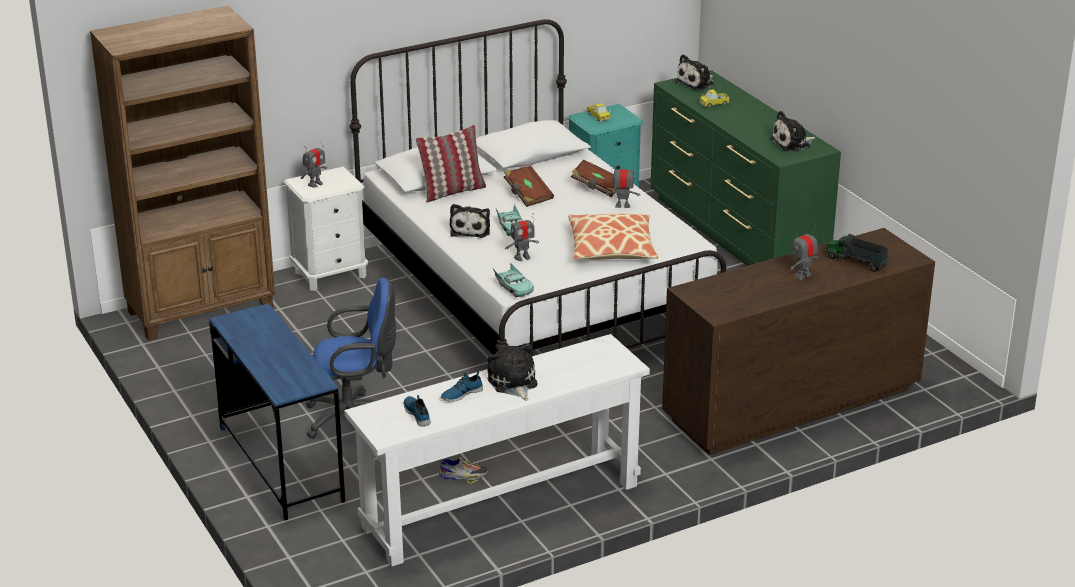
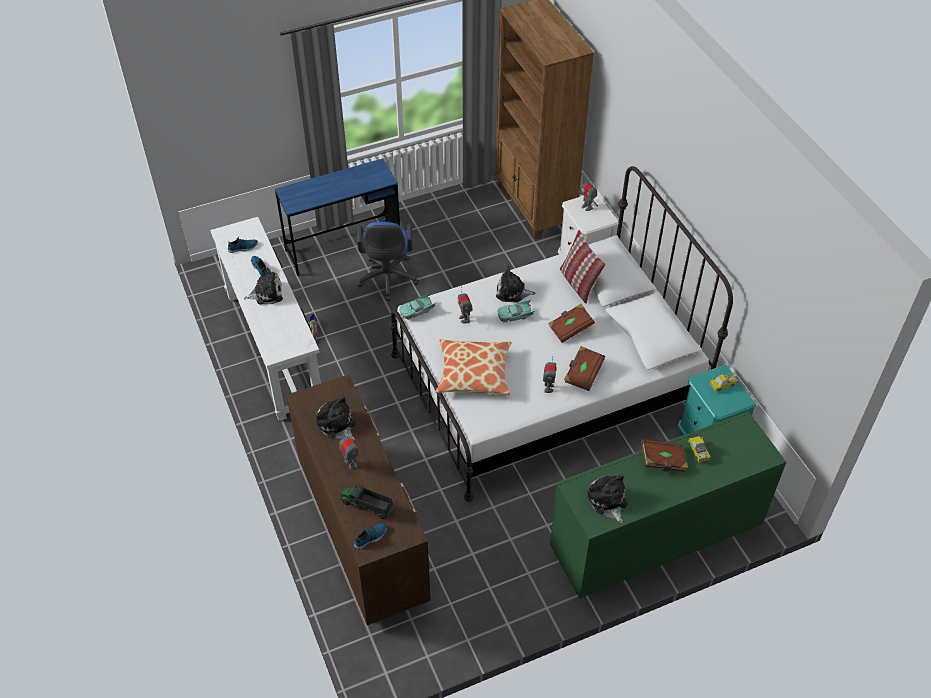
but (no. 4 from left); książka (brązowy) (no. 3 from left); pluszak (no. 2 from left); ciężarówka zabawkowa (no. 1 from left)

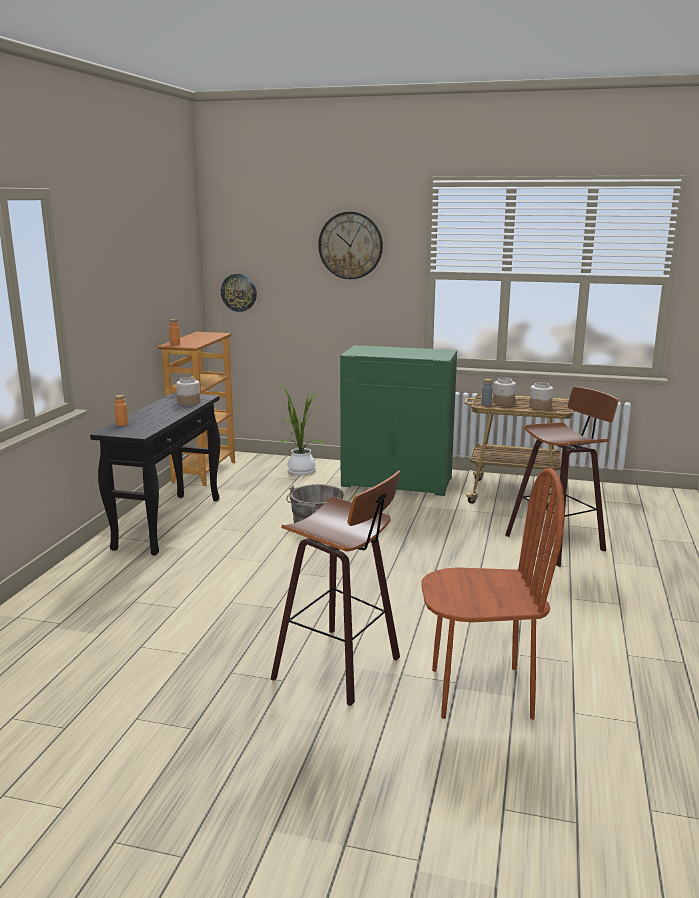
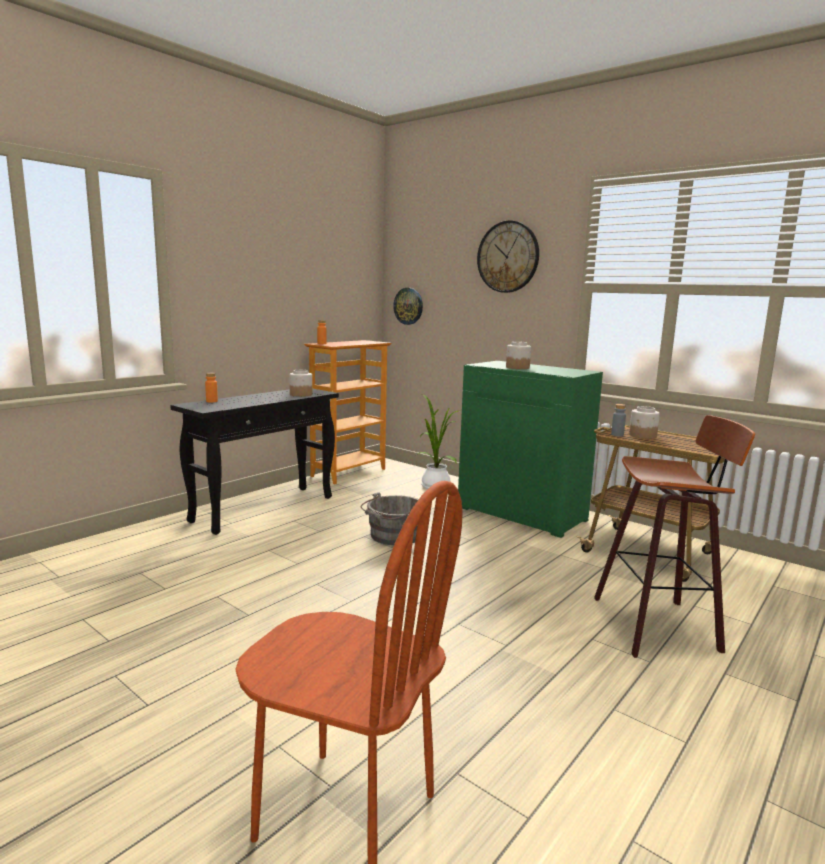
stołek (no. 1 from left in the first image); słoik (no. 2 from left)

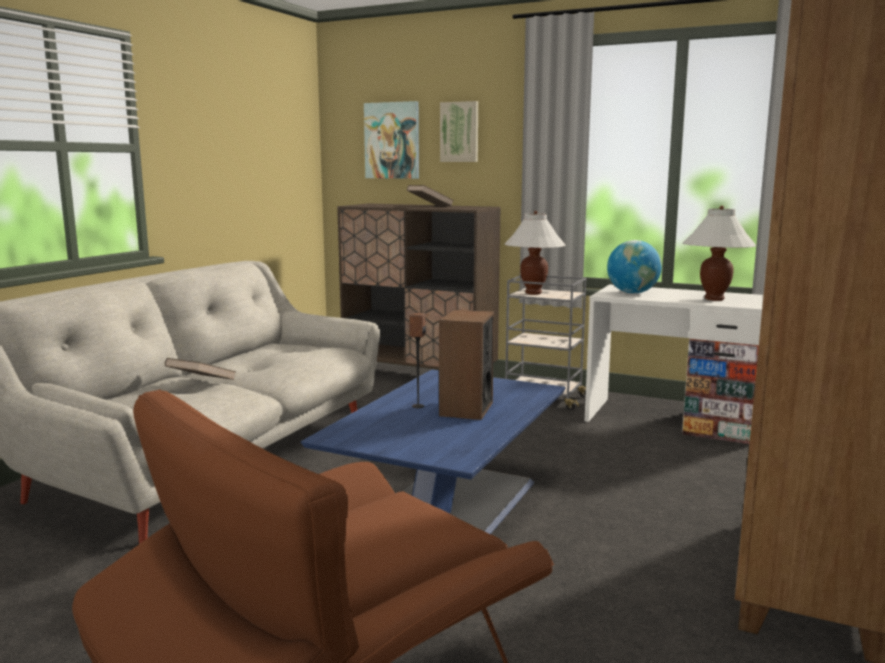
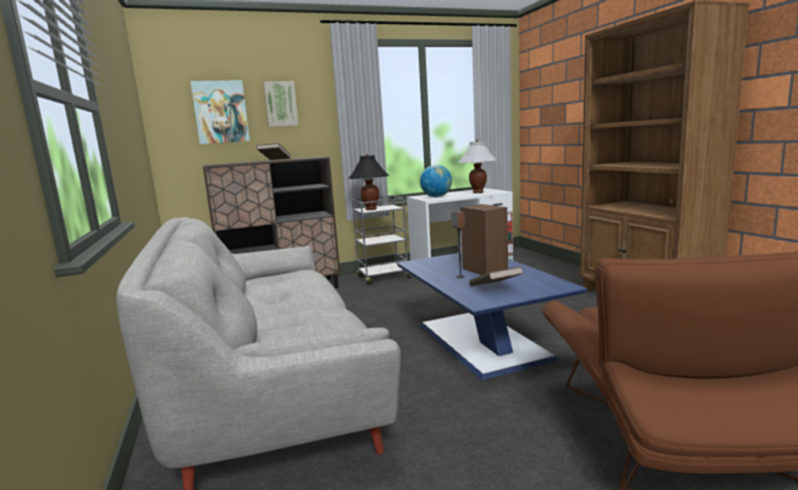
książka (brązowy) (no. 2 from left); lampa stołowa (czarny)

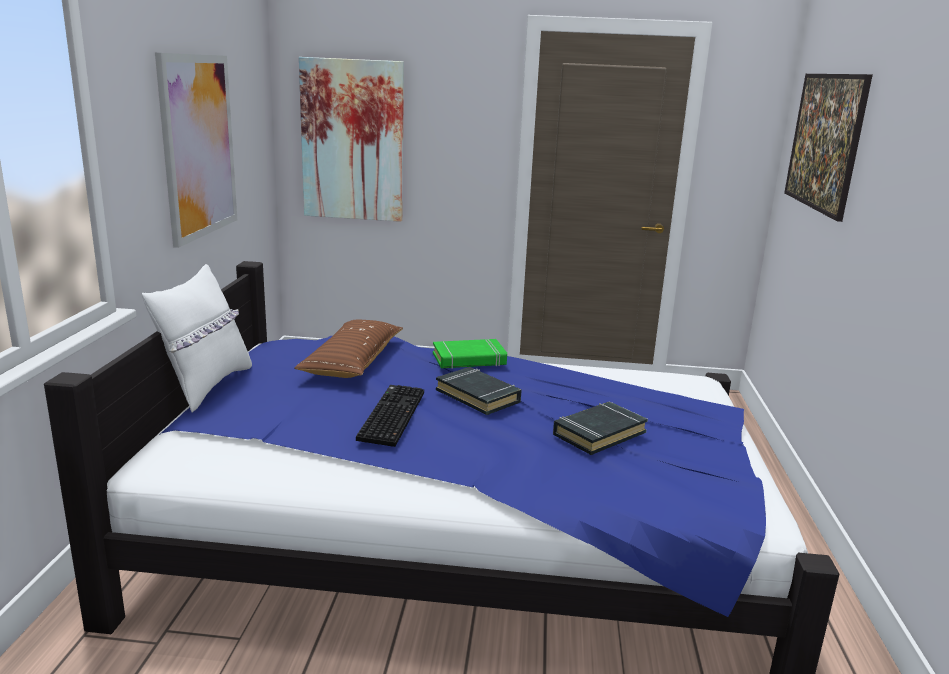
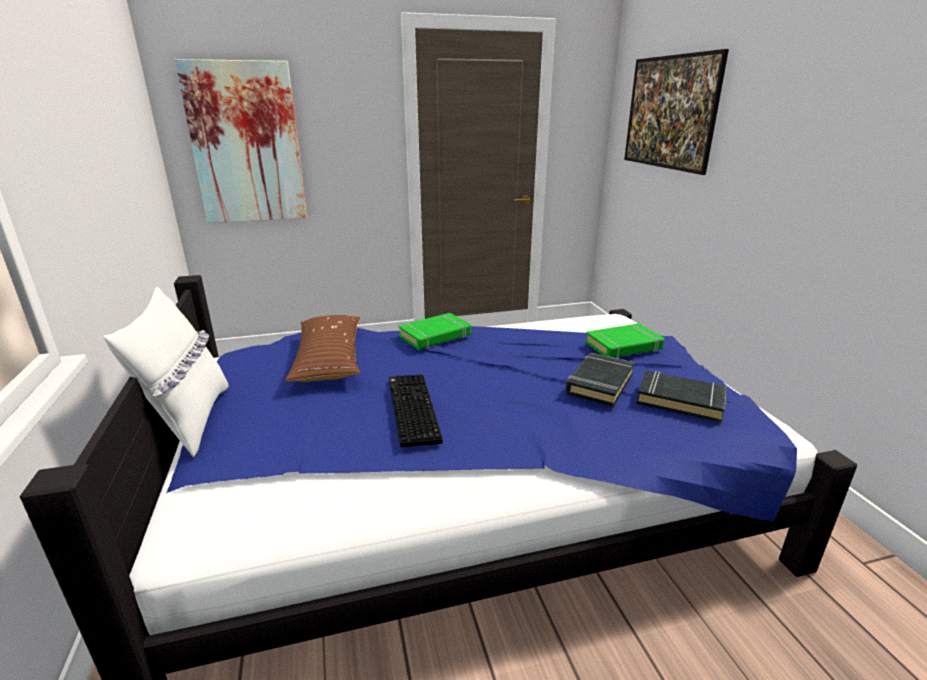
obraz (no. 1 from left in the first image); książka (zielony) (no. 2 from left); książka (czarny) (no. 2 from left)

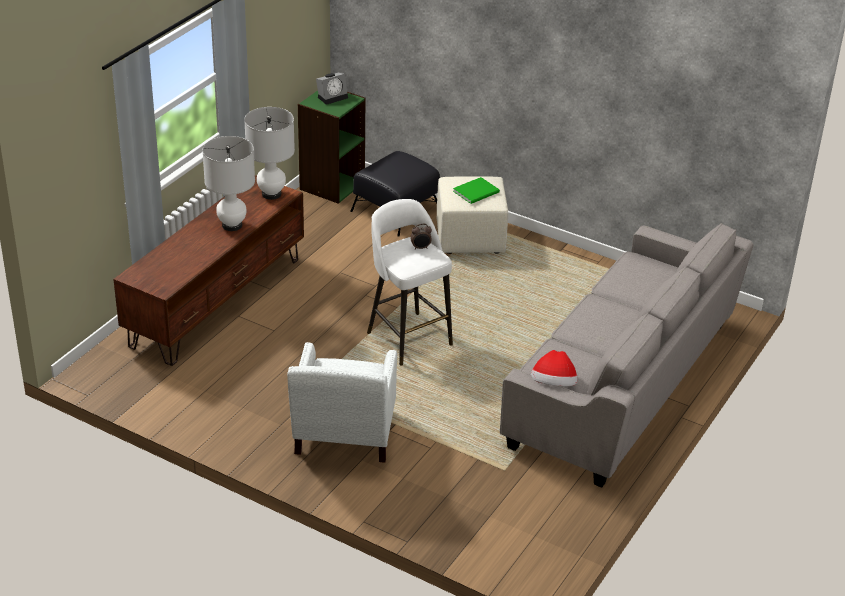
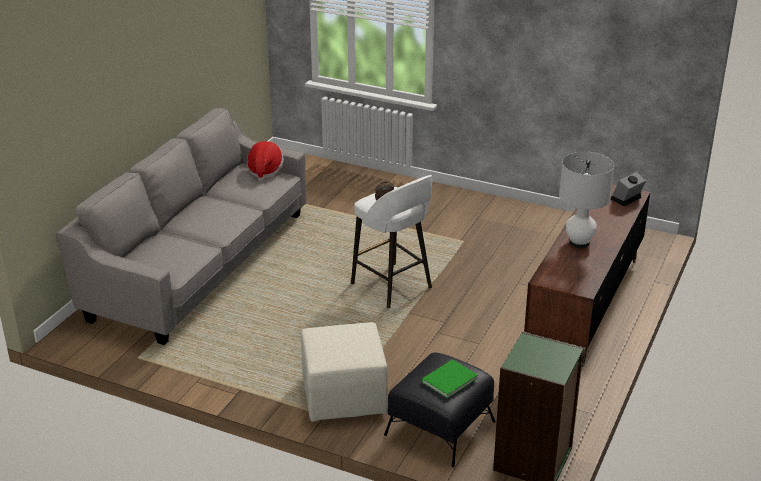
lampa stołowa (biały) (no. 2 from left in the first image); fotel (biały); budzik (no. 2 from left); książka (zielony)

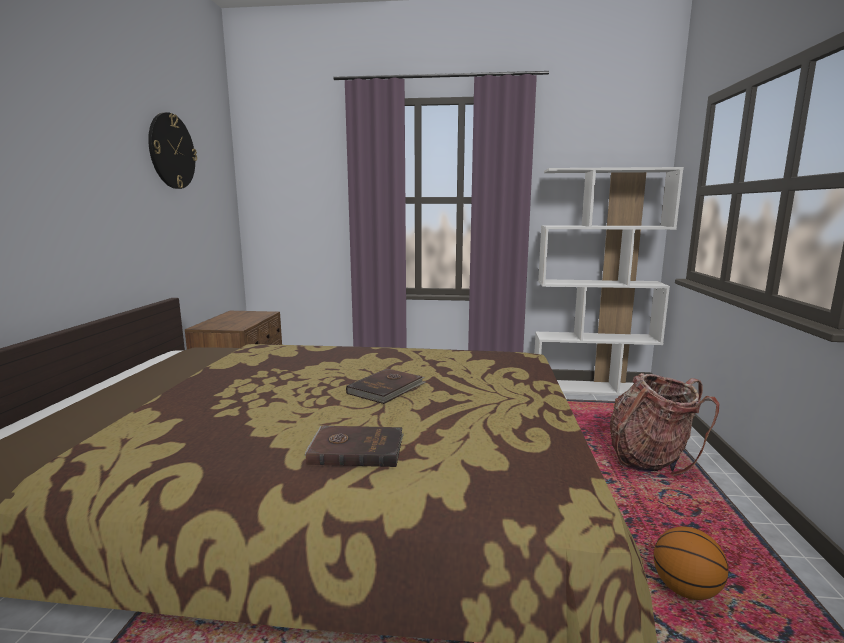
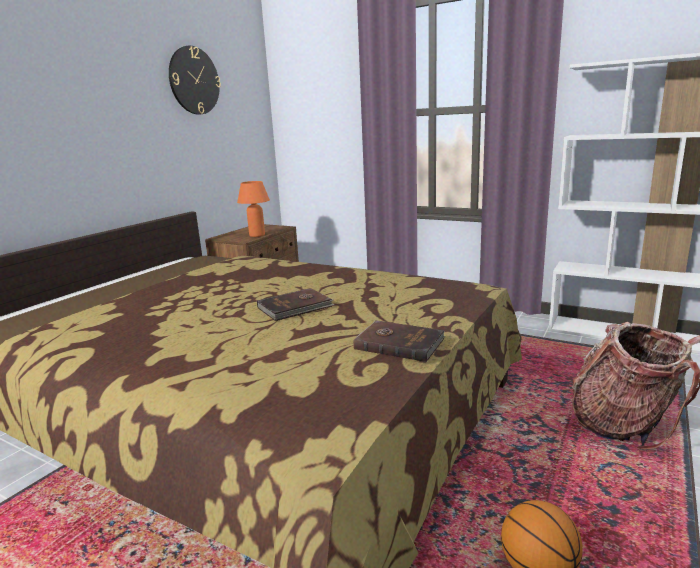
lampa stołowa (pomarańczowy); książka (brązowy) (no. 2 from left)

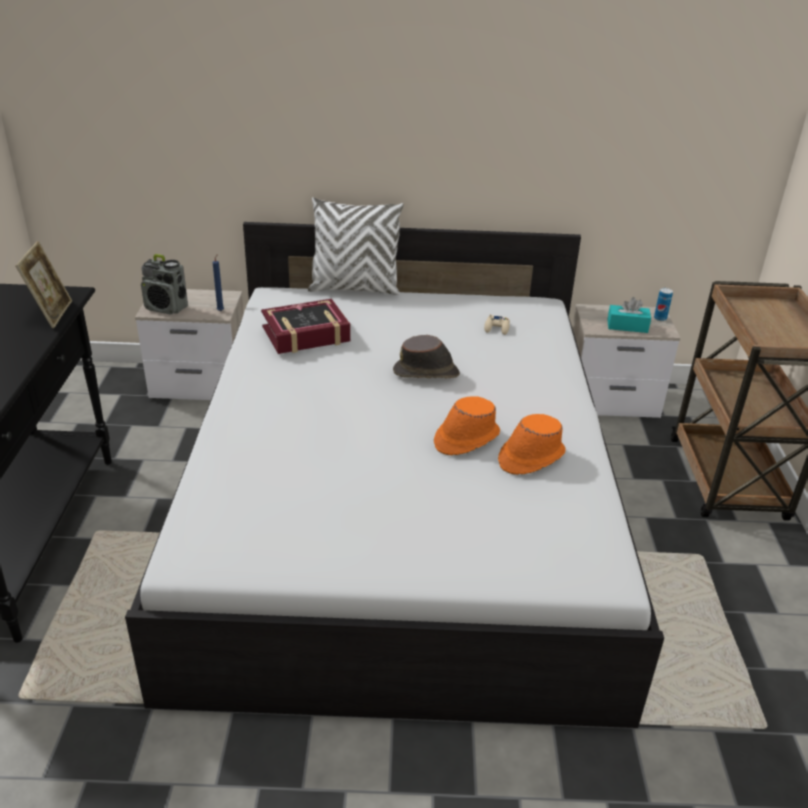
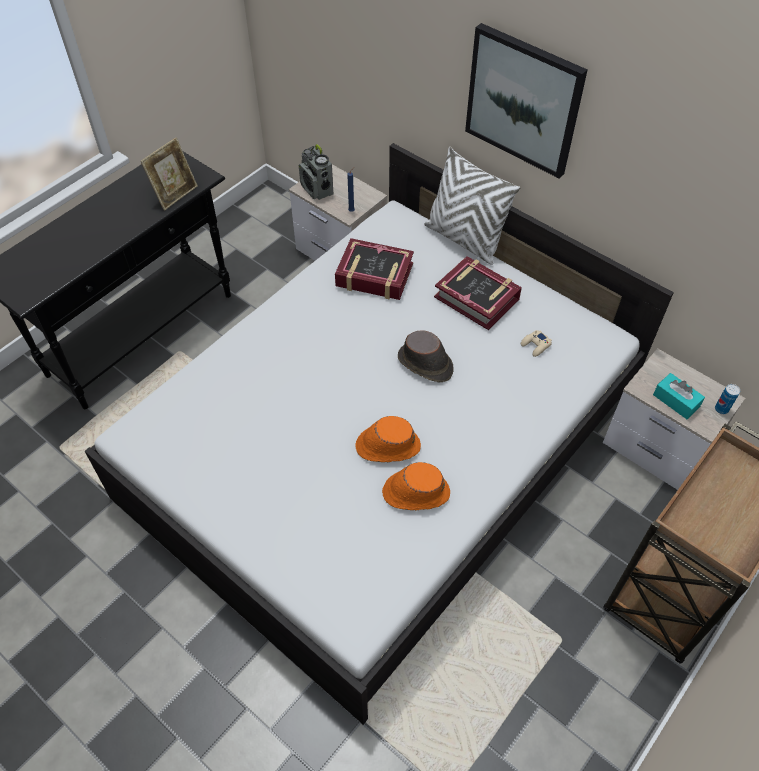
książka (no. 2 from left); obraz

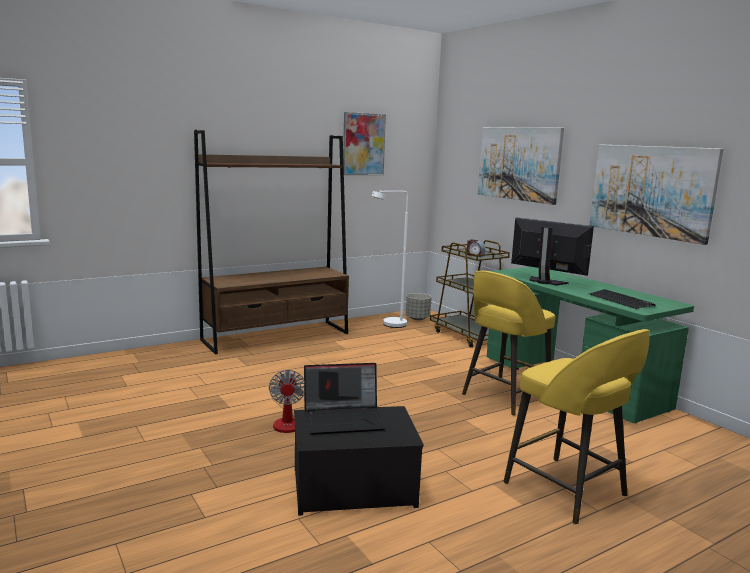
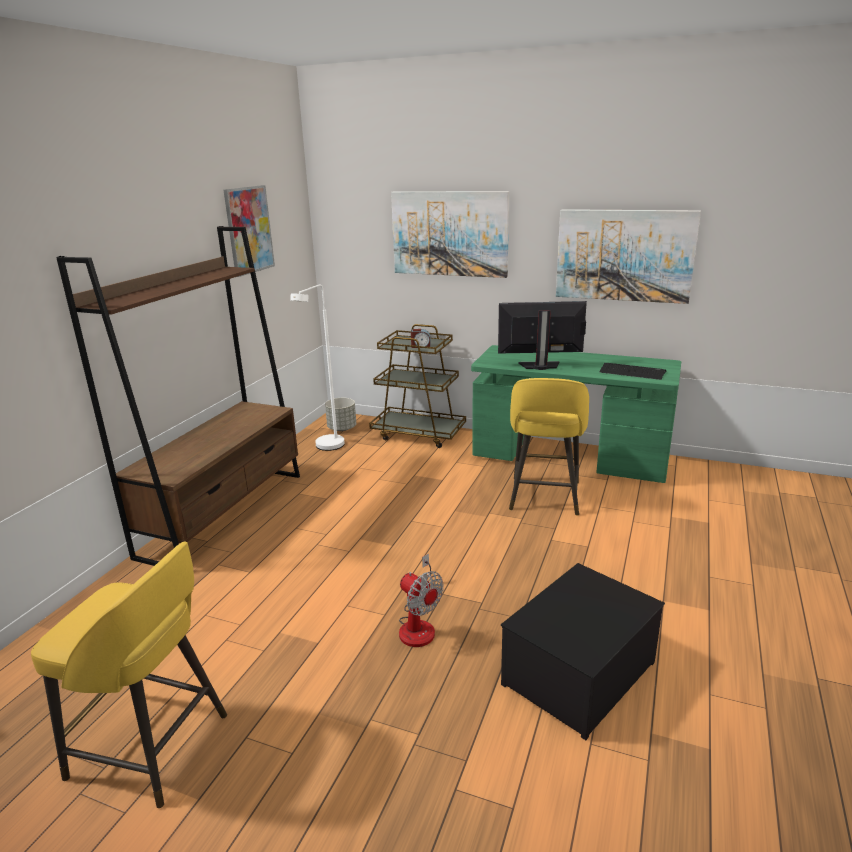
laptop; stołek (żółty) (no. 1 from left)

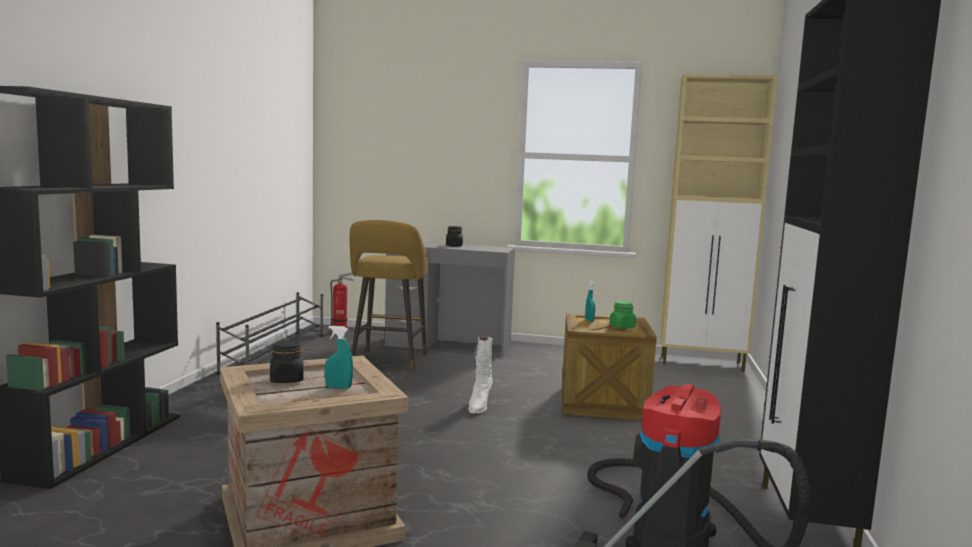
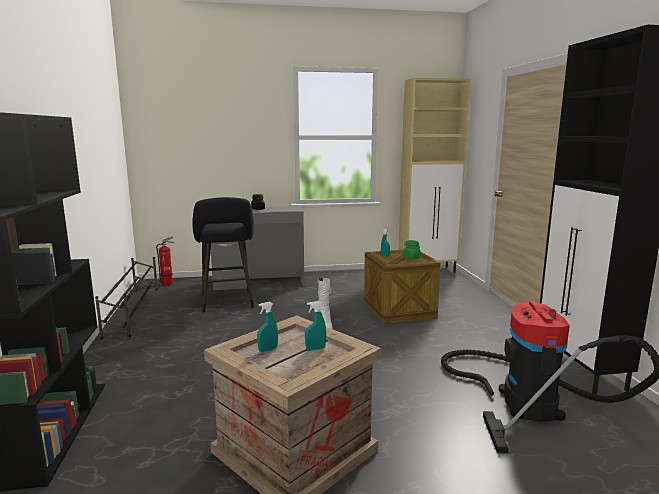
spryskiwacz (turkusowy) (no. 1 from left); stołek (czarny)

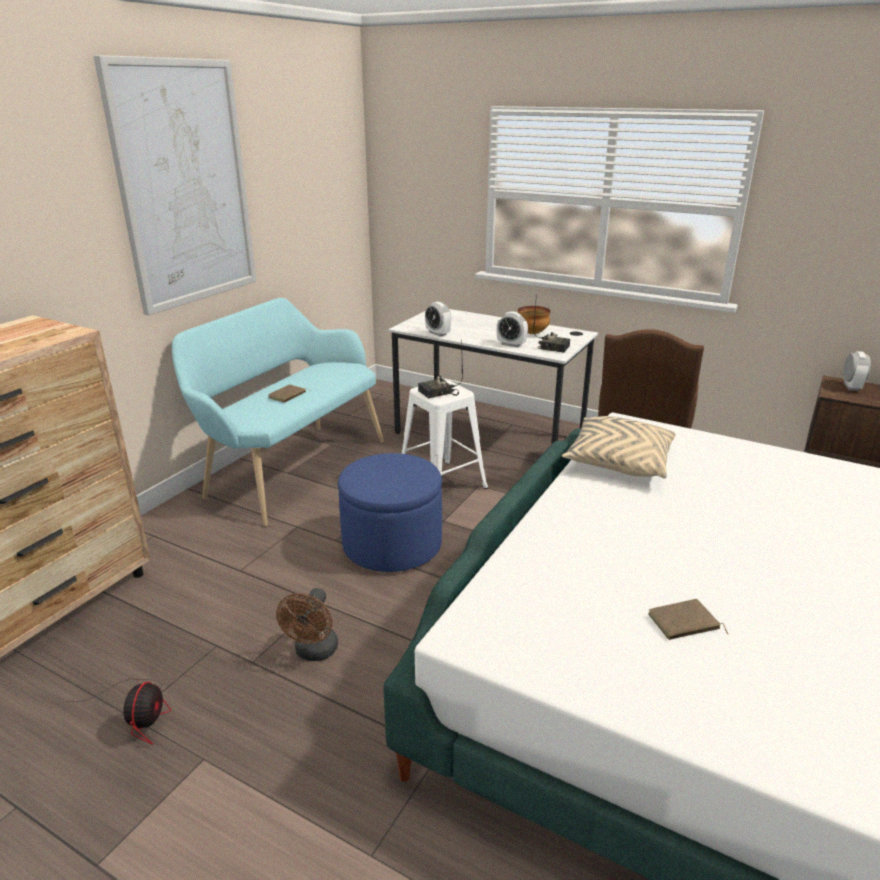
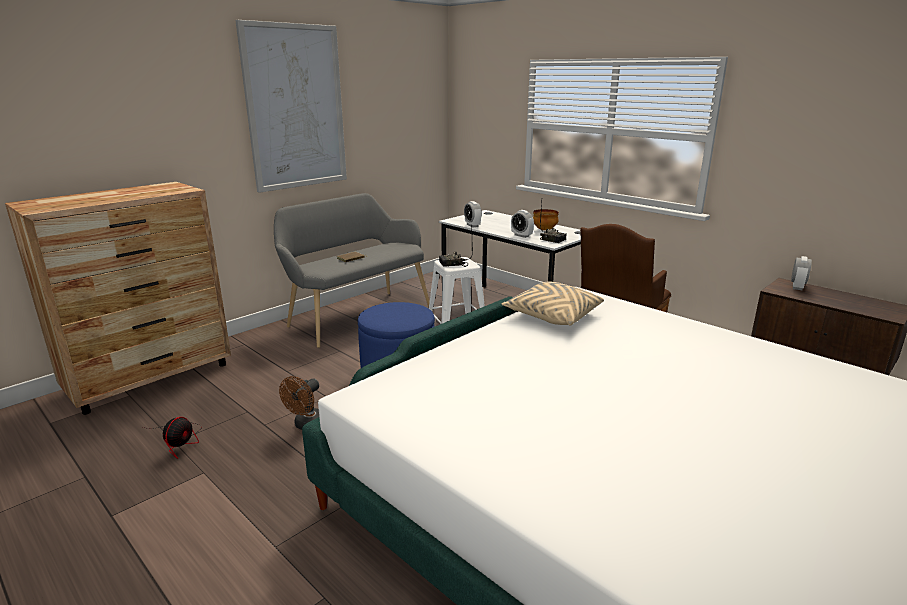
książka (brązowy) (no. 2 from left in the first image); ławka (szary)

